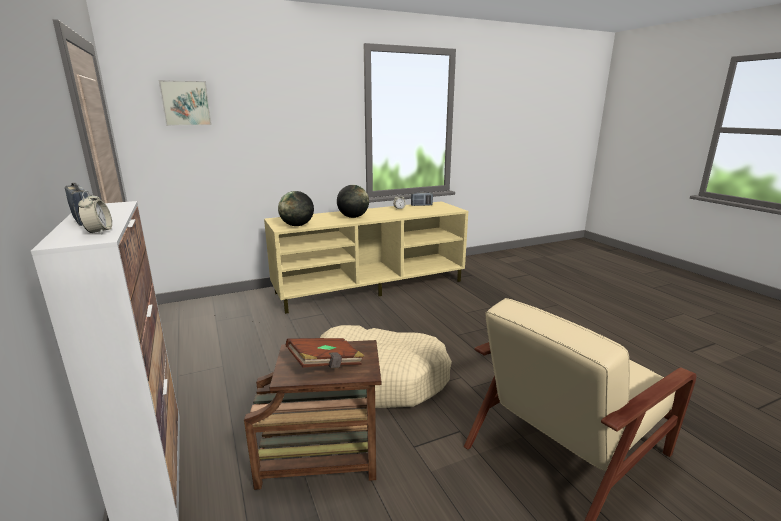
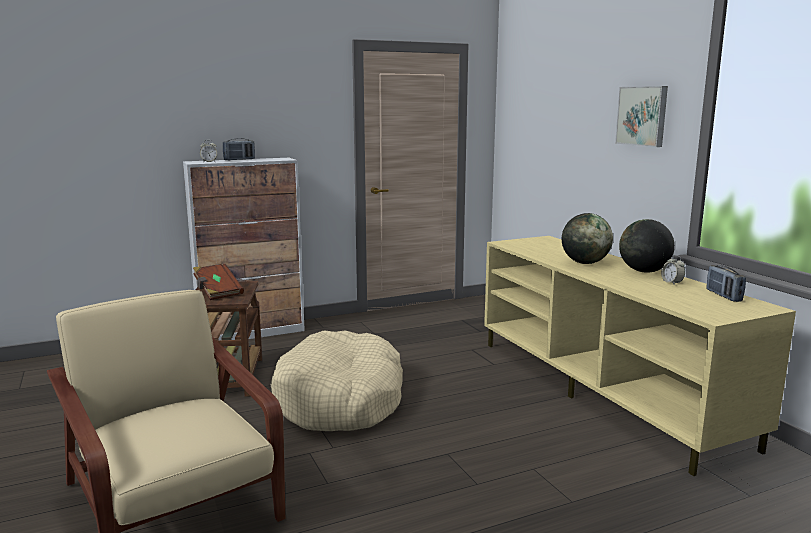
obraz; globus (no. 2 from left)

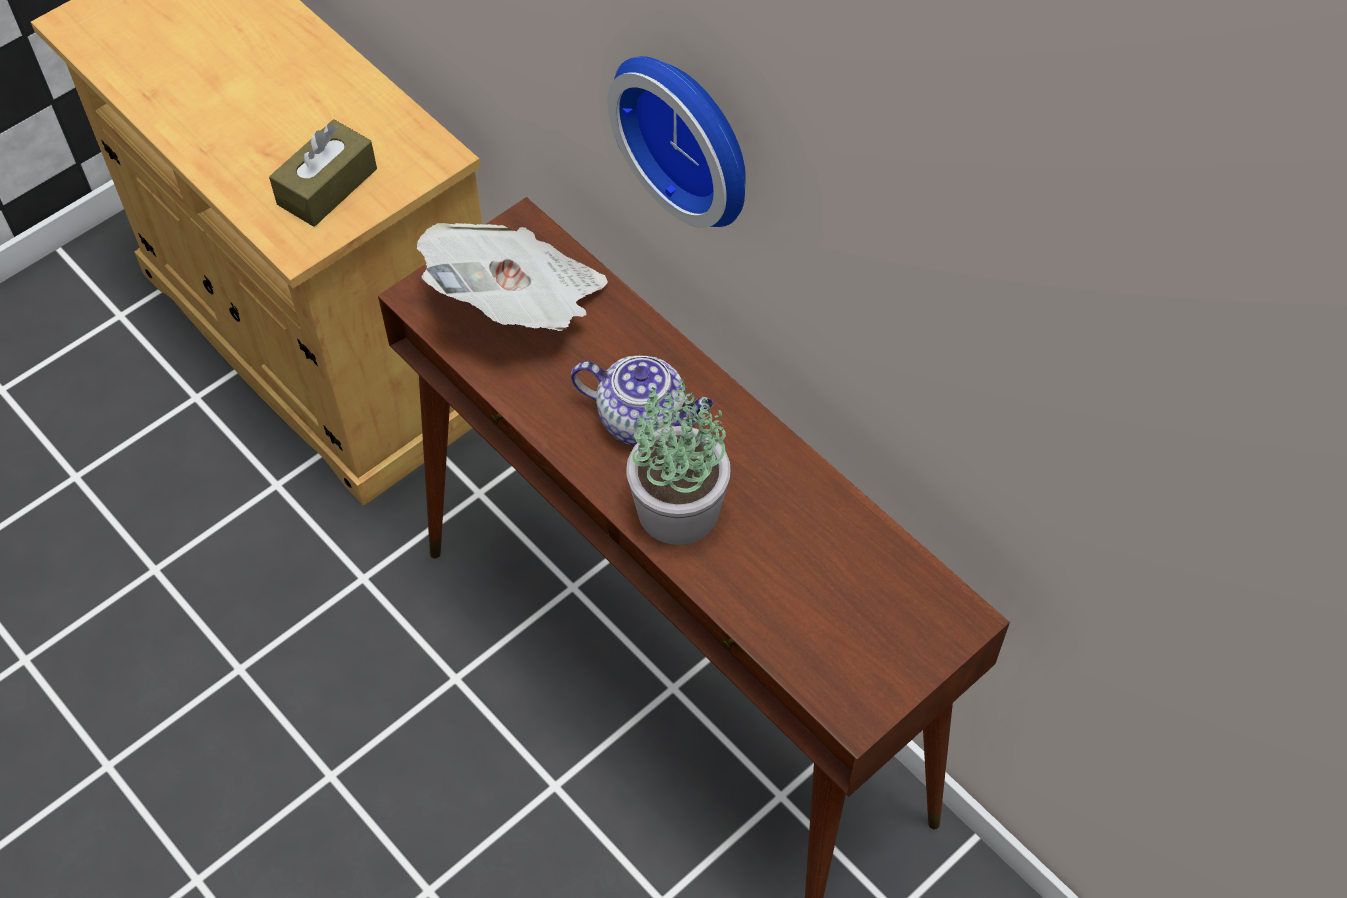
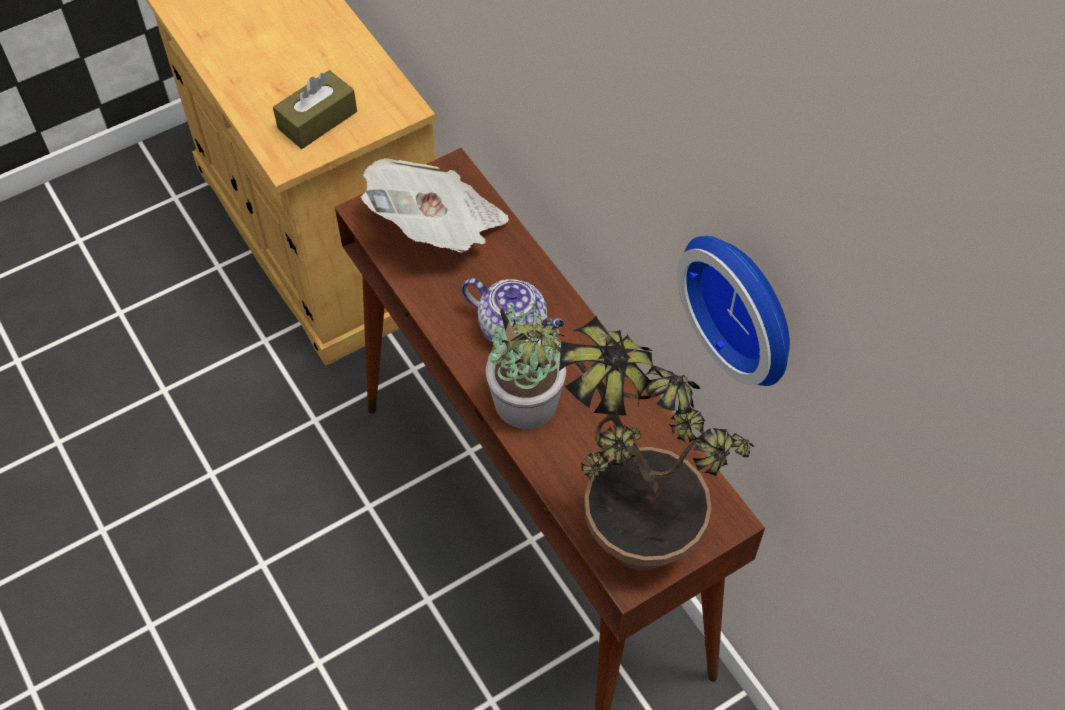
roślina doniczkowa (no. 2 from left); zegar ścienny

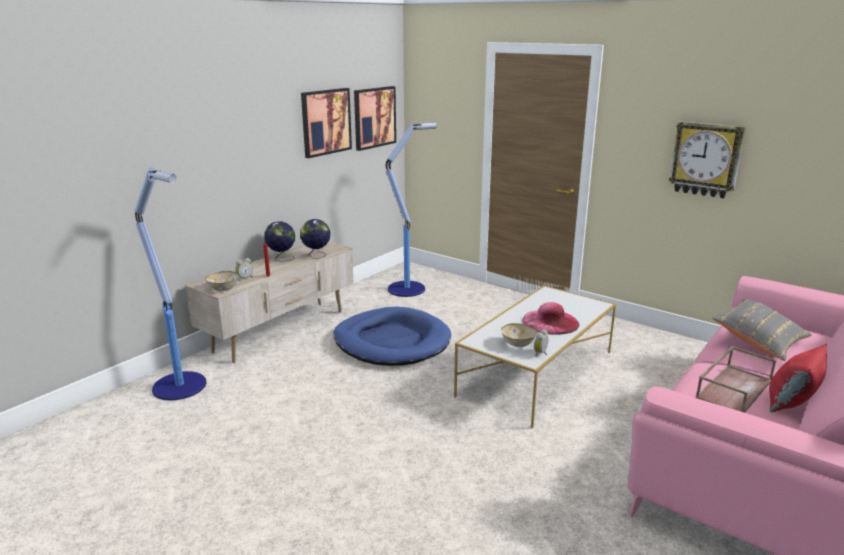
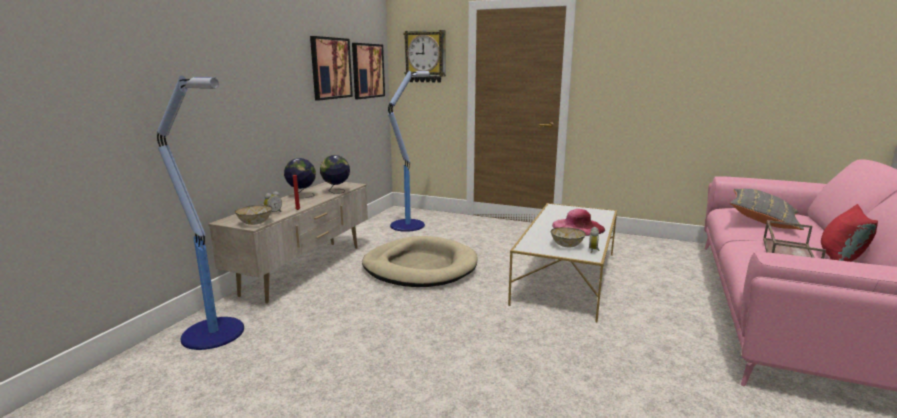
zegar ścienny; legowisko (beżowy)

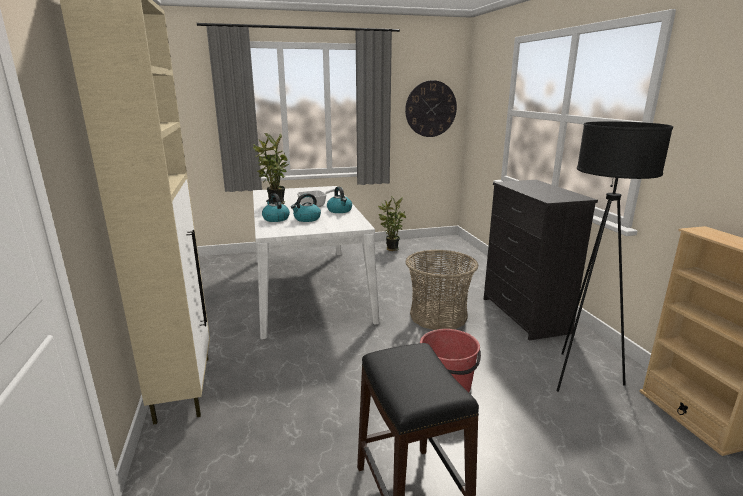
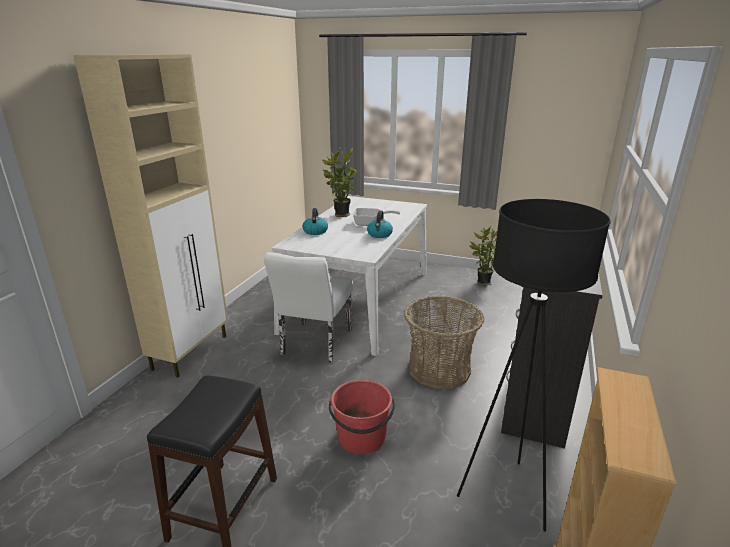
czajnik (no. 2 from left in the first image); zegar ścienny; krzesło (biały)

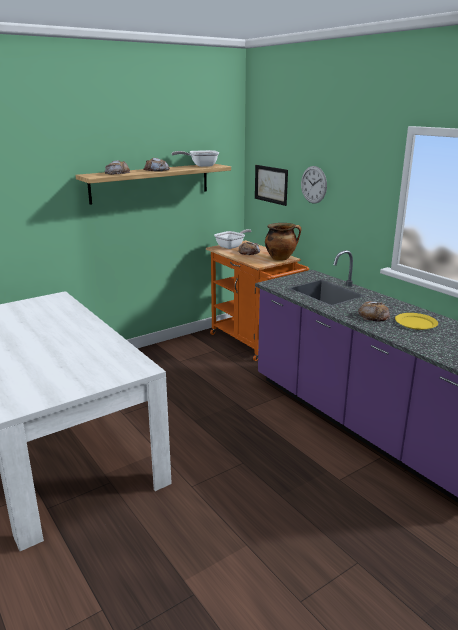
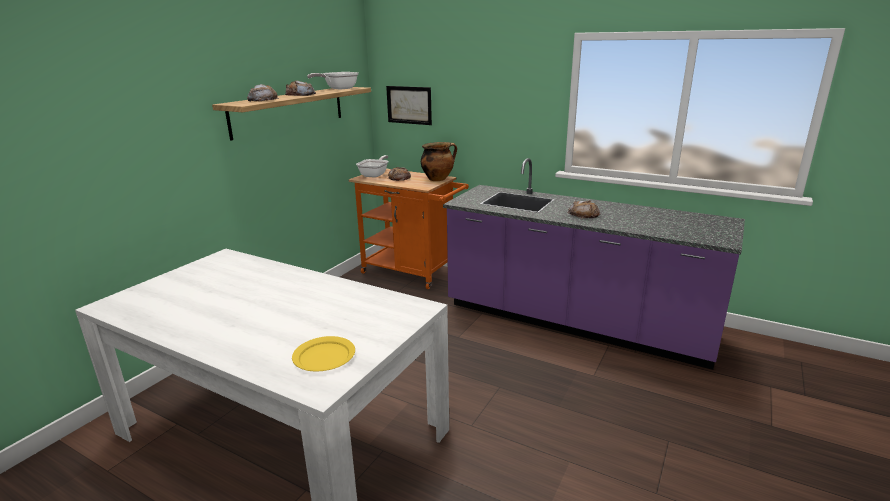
zegar ścienny; talerz (żółty)

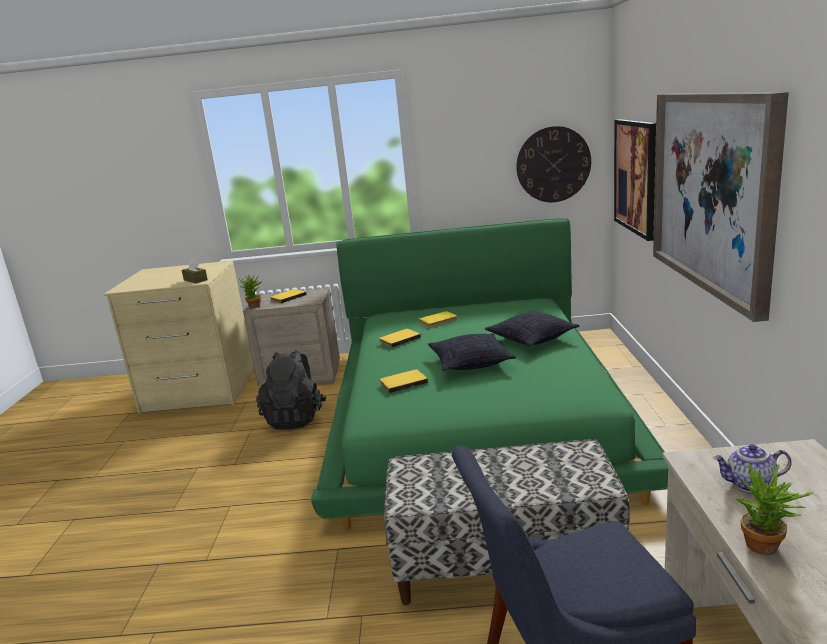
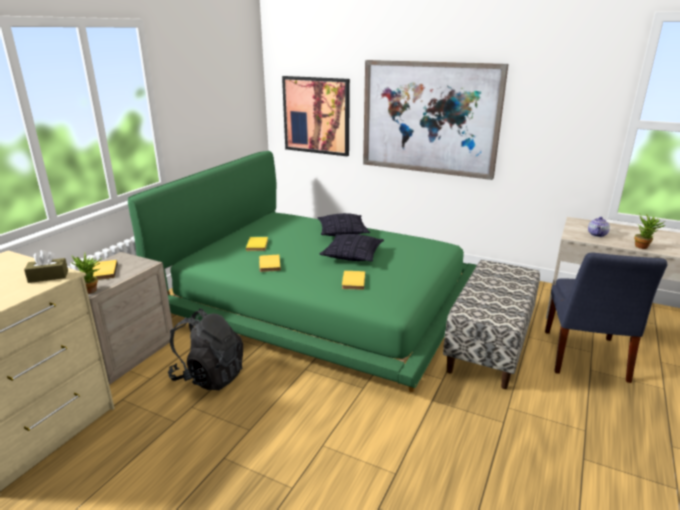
zegar ścienny

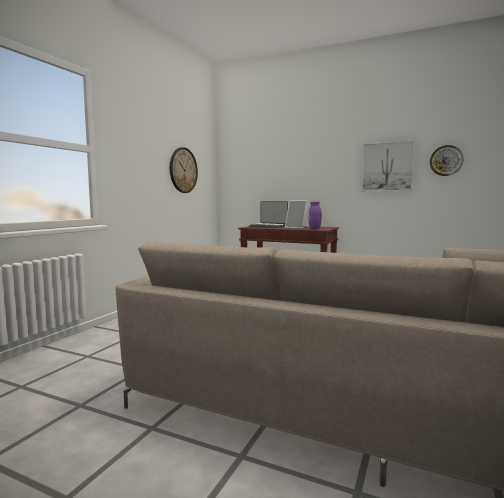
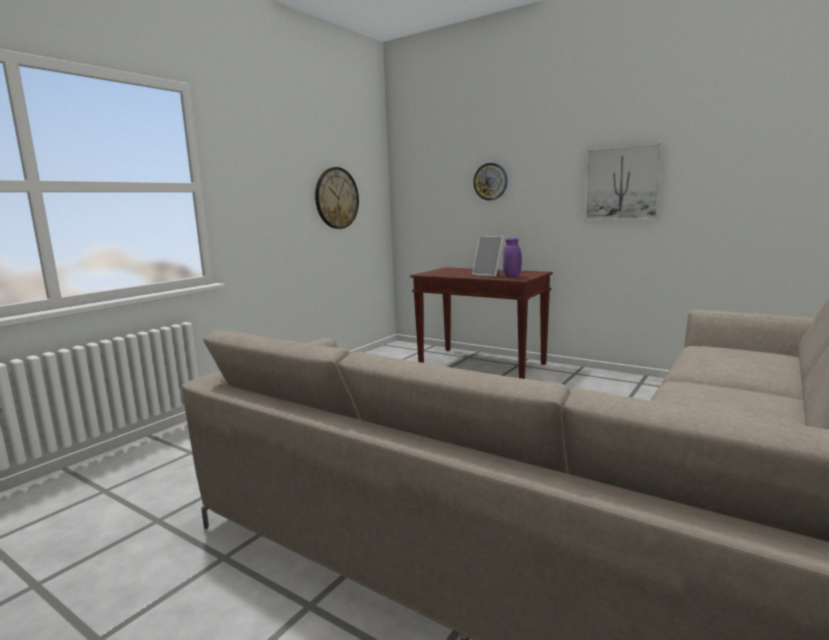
laptop; zegar ścienny (no. 2 from left)

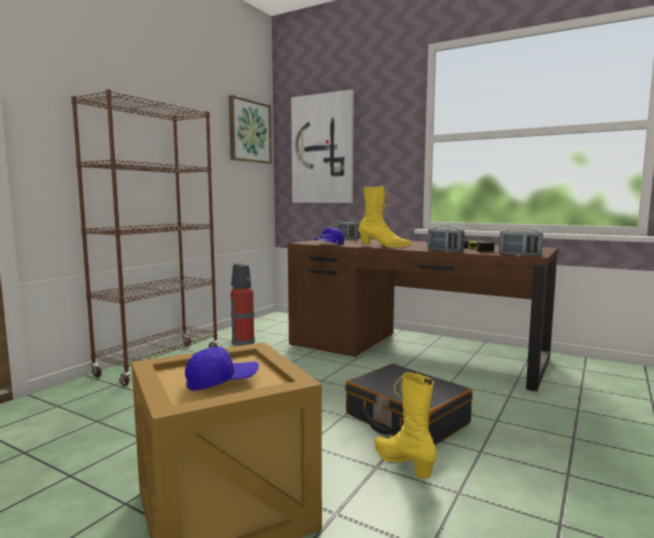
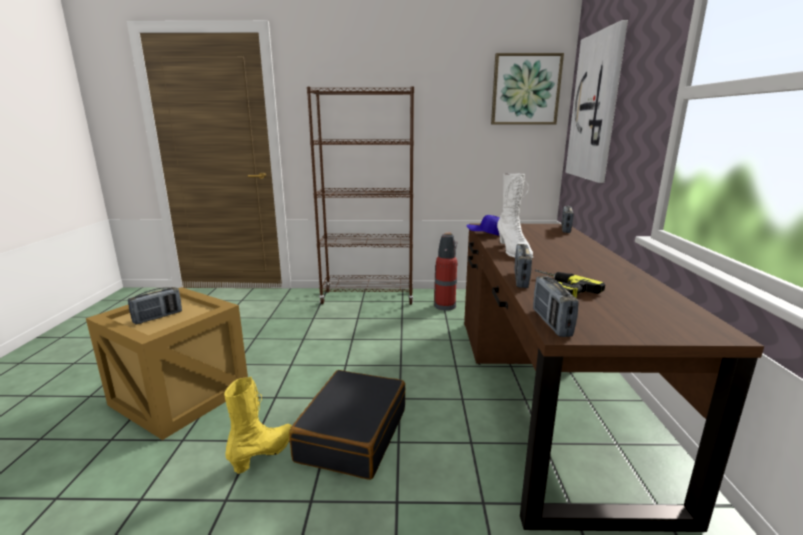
radio (no. 1 from left); but z cholewką (biały)

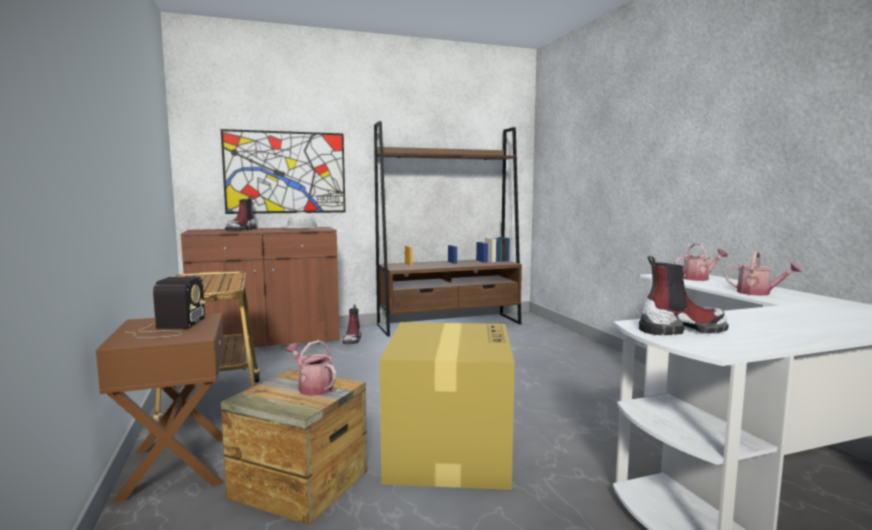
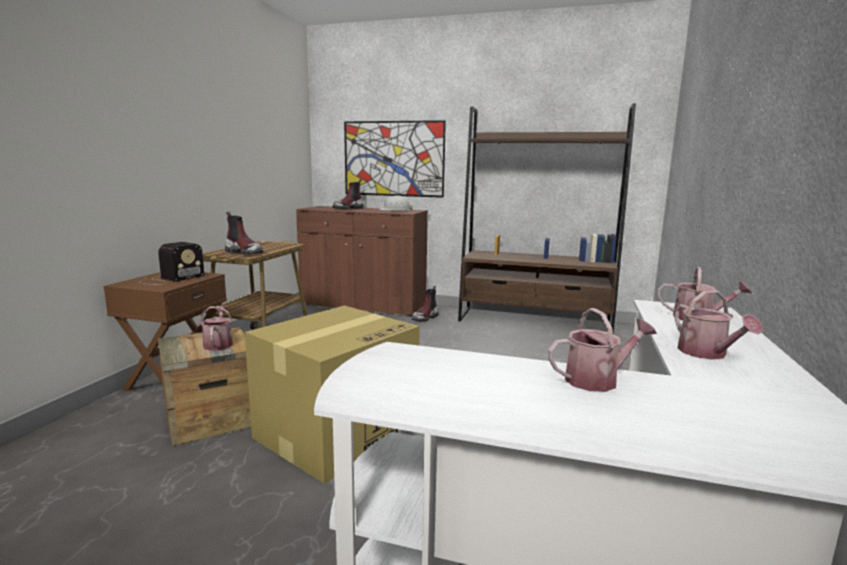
konewka (no. 2 from left); but z cholewką (no. 1 from left)

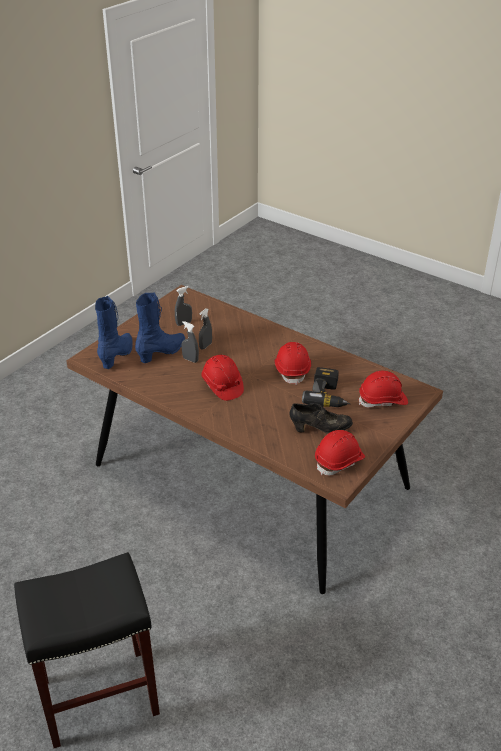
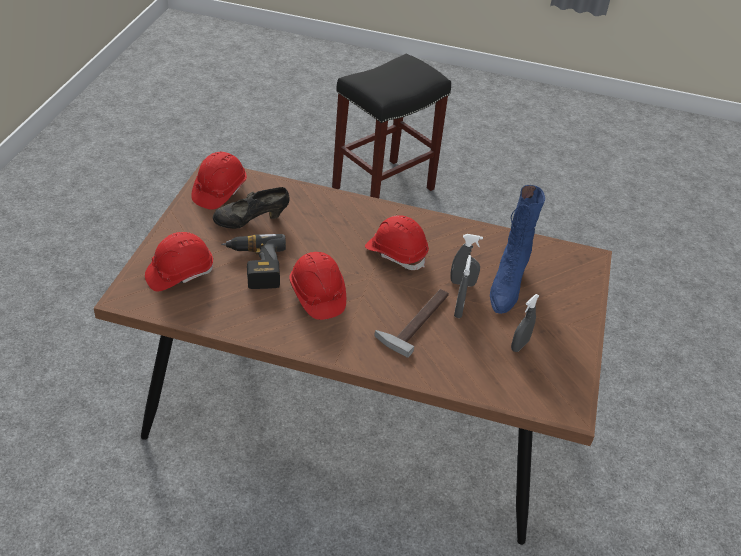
but z cholewką (niebieski) (no. 1 from left in the first image); młotek

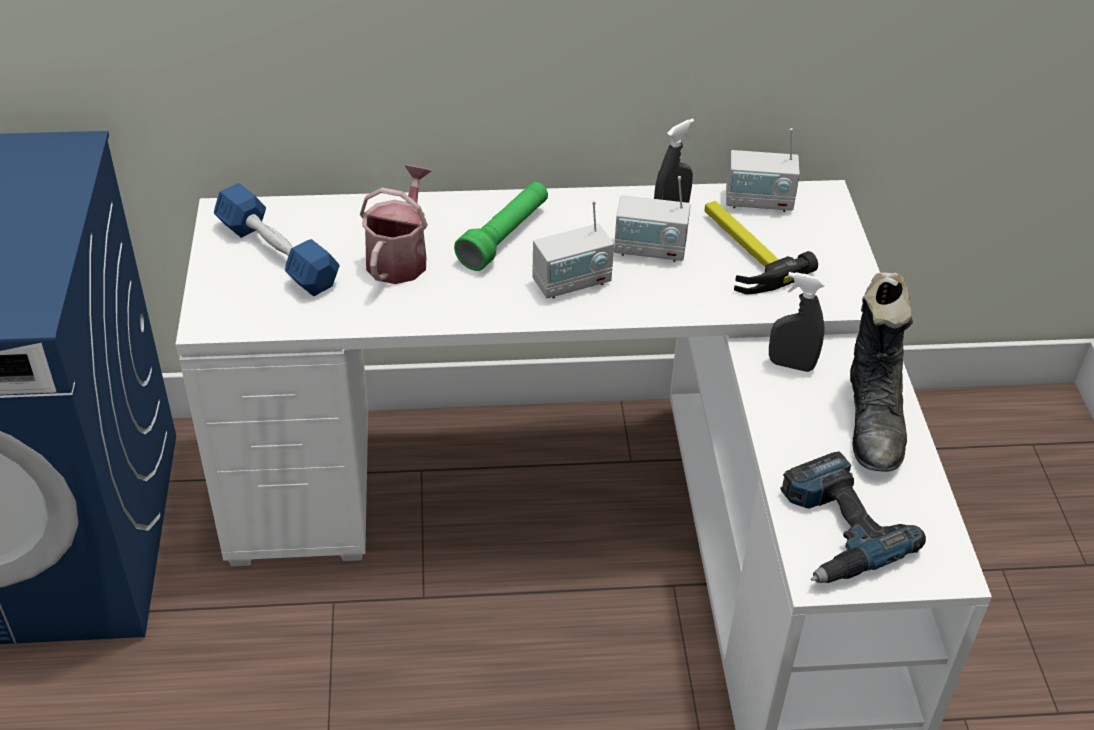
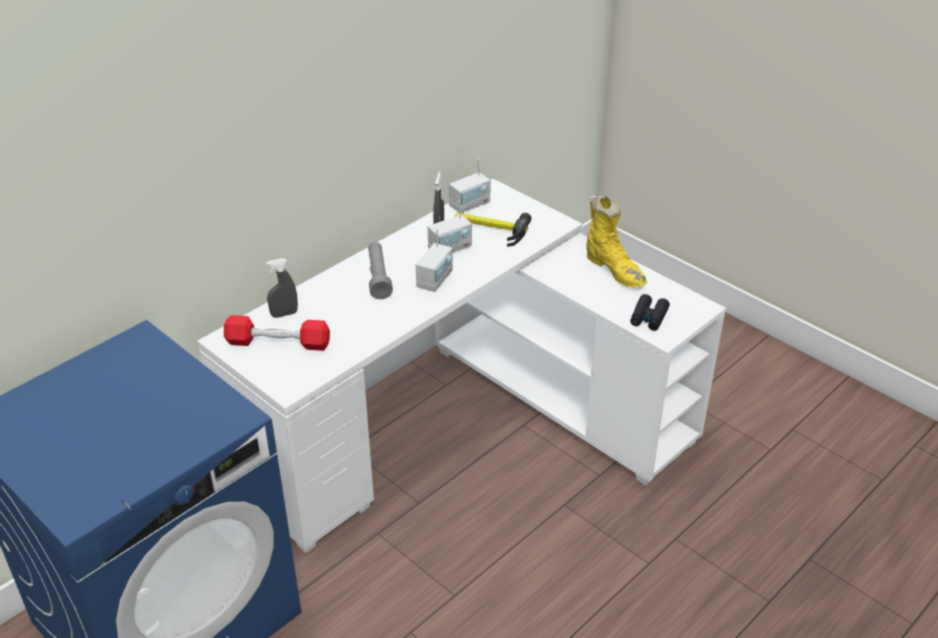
konewka; spryskiwacz (szary) (no. 1 from left); lornetka (czarny); hantel (czerwony); latarka (szary); but z cholewką (żółty)

